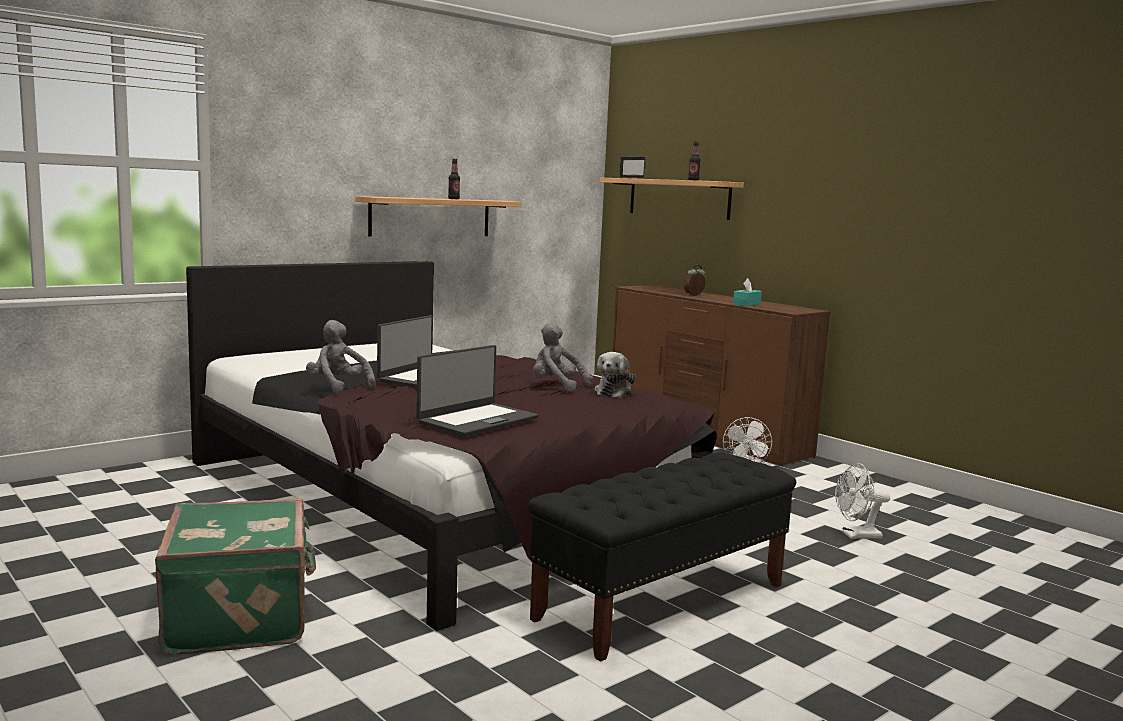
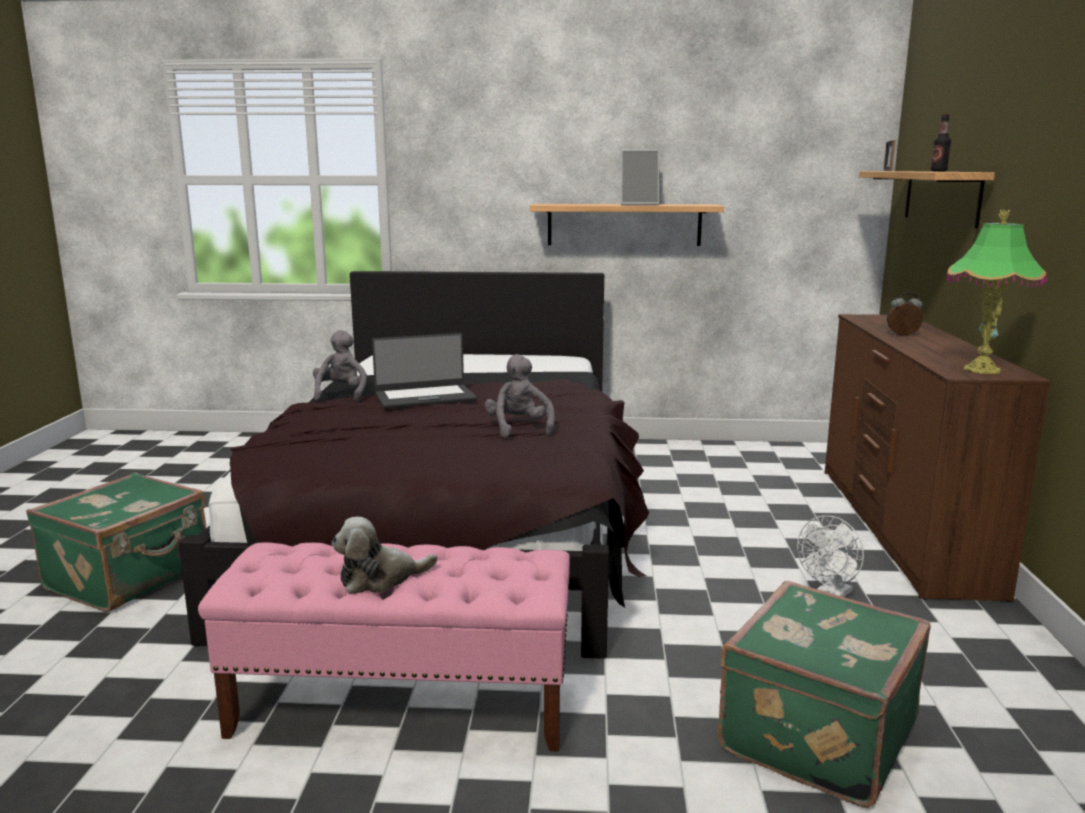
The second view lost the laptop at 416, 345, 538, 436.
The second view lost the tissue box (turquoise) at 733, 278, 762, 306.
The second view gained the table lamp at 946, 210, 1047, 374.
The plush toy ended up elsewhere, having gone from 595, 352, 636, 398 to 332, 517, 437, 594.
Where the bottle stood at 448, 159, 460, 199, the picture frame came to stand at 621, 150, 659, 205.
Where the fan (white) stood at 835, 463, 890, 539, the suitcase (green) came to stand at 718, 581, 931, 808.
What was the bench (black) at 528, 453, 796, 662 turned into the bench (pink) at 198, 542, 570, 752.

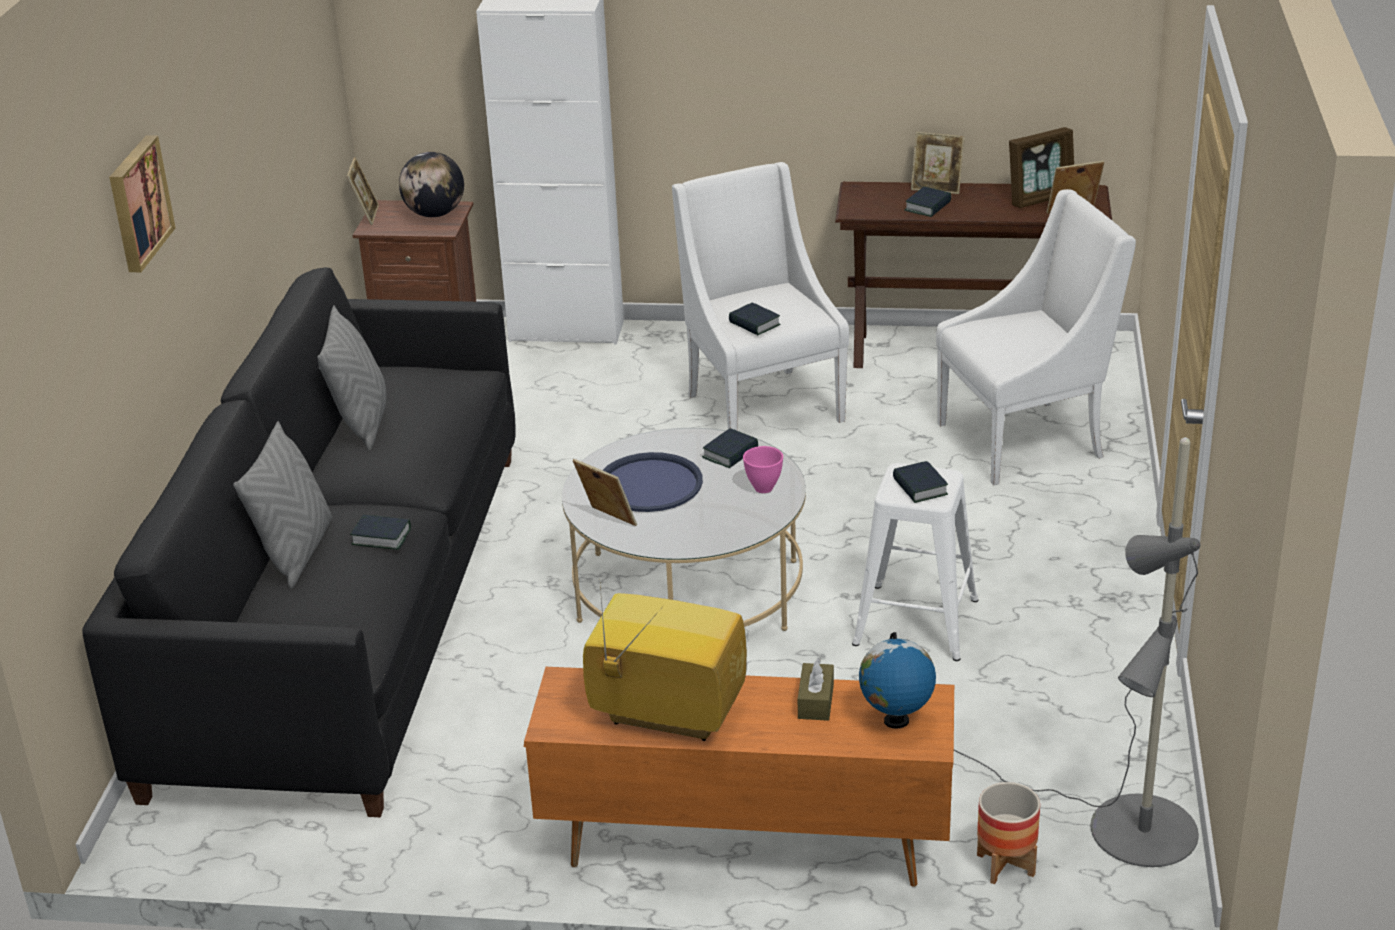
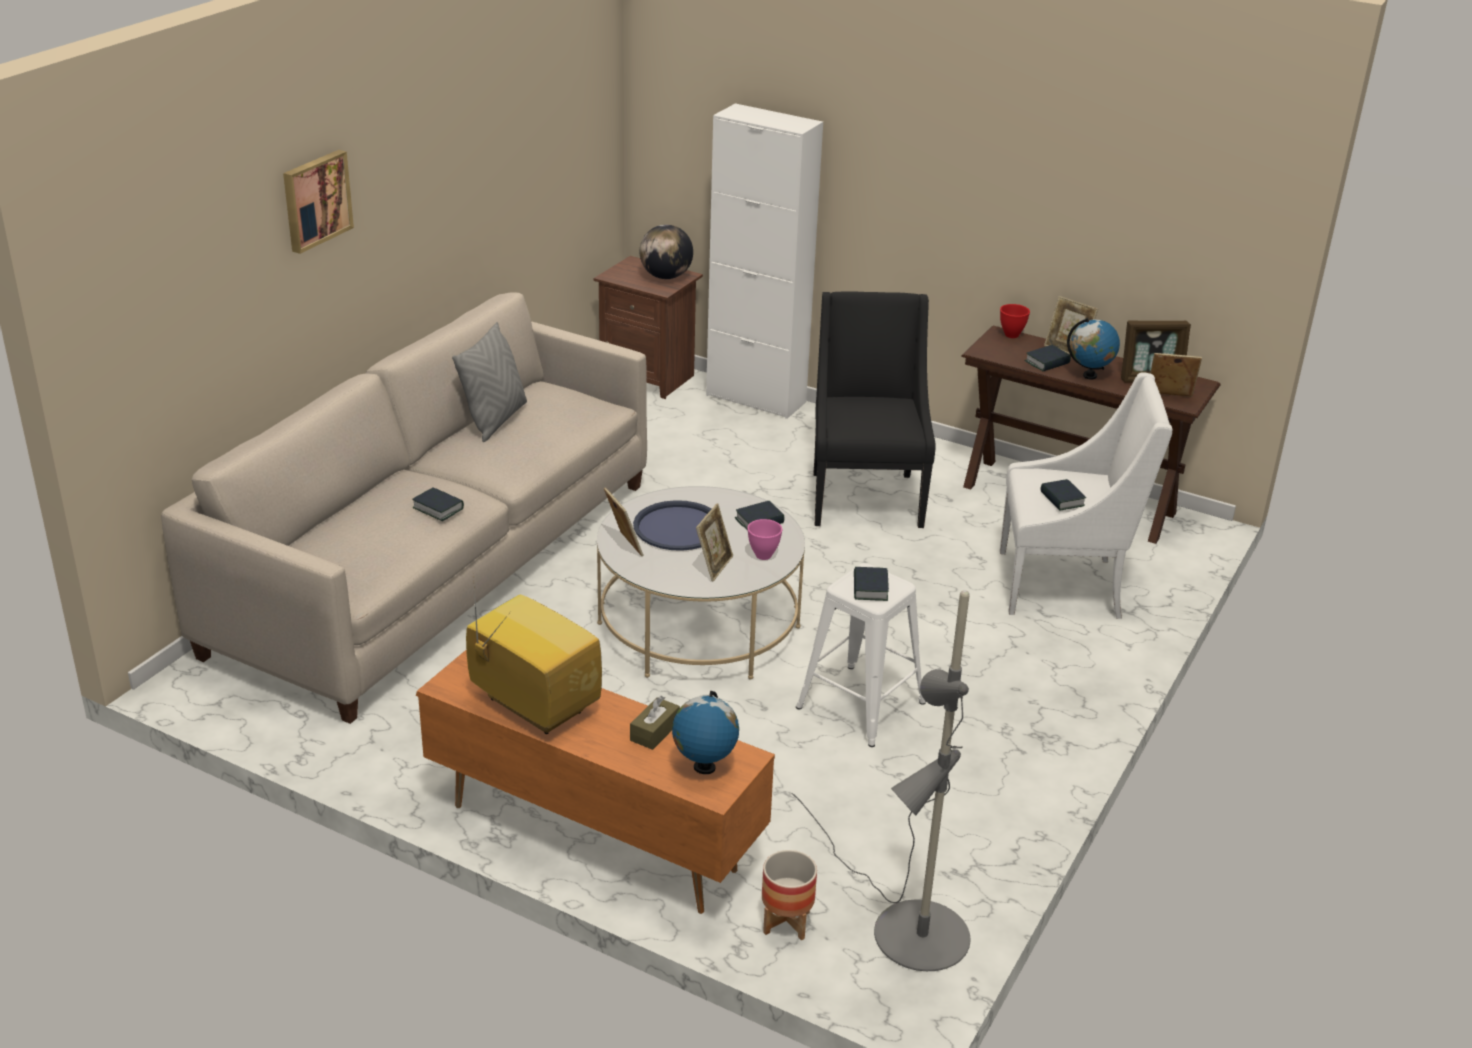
The second view lost the pillow (grey) at 233, 421, 332, 589.
The second view gained the bowl (red) at 1000, 304, 1030, 338.
The second view gained the globe at 1067, 318, 1120, 380.
The picture frame ended up elsewhere, having gone from 347, 157, 379, 225 to 696, 504, 733, 581.
The book ended up elsewhere, having gone from 729, 303, 780, 335 to 1041, 479, 1086, 511.
What was the sofa (black) at 82, 267, 516, 817 turned into the sofa (beige) at 161, 292, 647, 724.
What was the armchair (white) at 672, 162, 849, 430 turned into the armchair (black) at 813, 291, 936, 528.

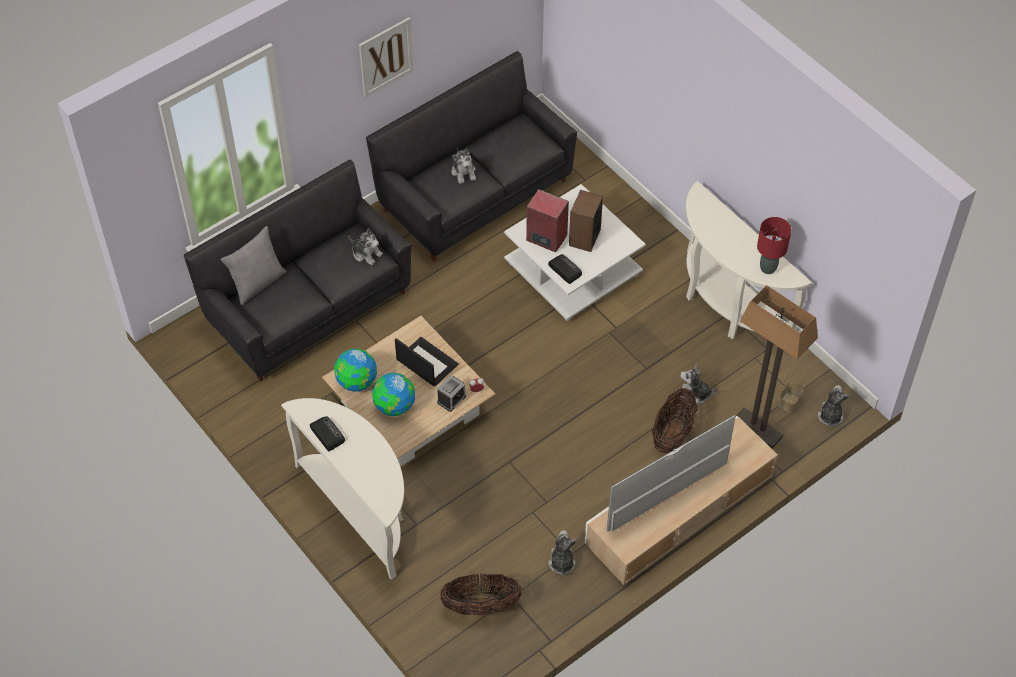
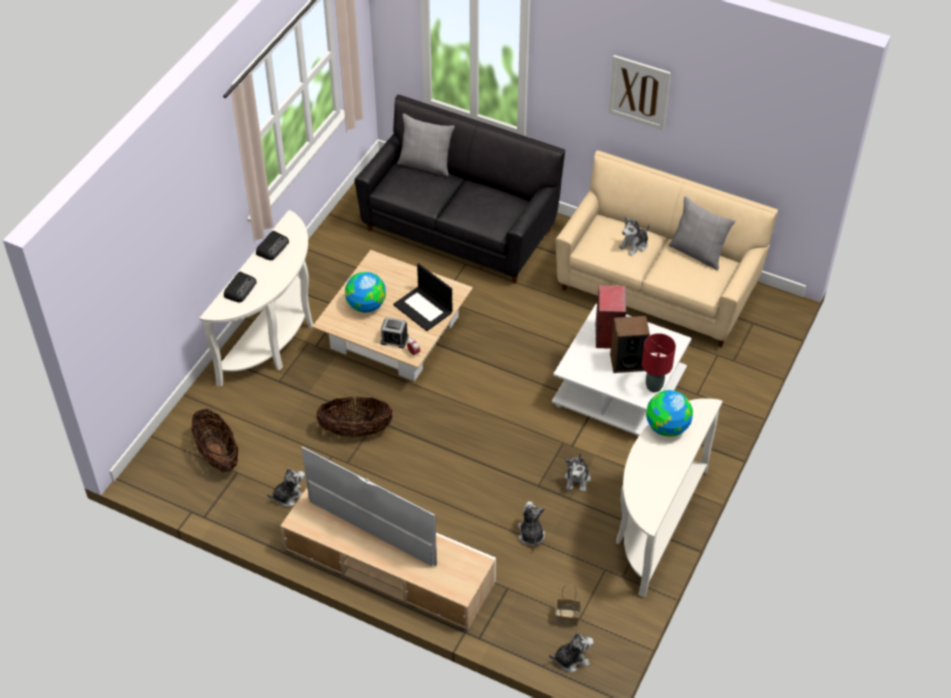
The second view lost the floor lamp at 736, 285, 818, 448.
The second view gained the pillow (grey) at 669, 196, 735, 270.
The globe ended up elsewhere, having gone from 334, 349, 377, 392 to 646, 390, 693, 437.
The plush toy ended up elsewhere, having gone from 348, 229, 383, 265 to 564, 452, 591, 492.
The radio ended up elsewhere, having gone from 548, 254, 582, 284 to 224, 272, 257, 302.
The basket ended up elsewhere, having gone from 652, 388, 697, 454 to 316, 396, 393, 437.
The table lamp (red) ended up elsewhere, having gone from 757, 217, 791, 274 to 642, 333, 676, 392.
What was the sofa (black) at 366, 51, 577, 261 turned into the sofa (beige) at 555, 150, 778, 347.
The laptop at 395, 337, 458, 386 ended up facing another way, 120 degrees clockwise from before.

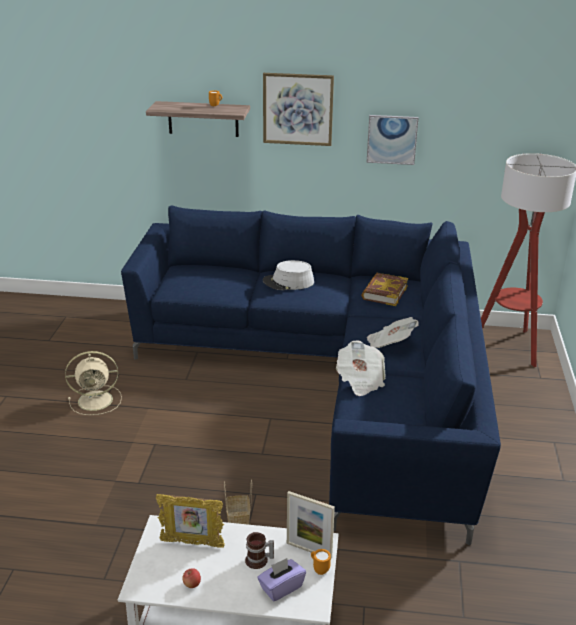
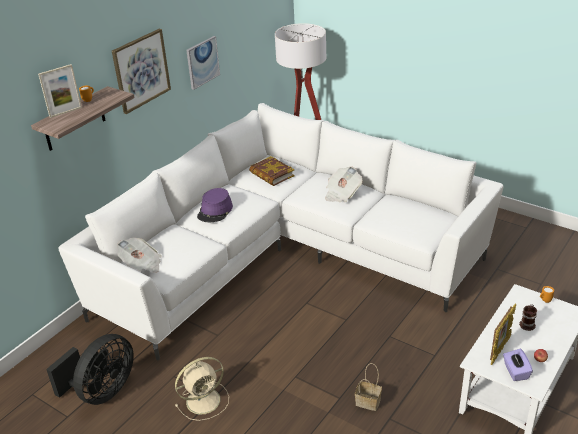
The second view gained the fan (black) at 46, 334, 134, 405.
The basket ended up elsewhere, having gone from 224, 479, 252, 525 to 355, 363, 382, 411.
The tissue box (purple) ended up elsewhere, having gone from 257, 558, 306, 601 to 503, 349, 533, 381.
The picture frame ended up elsewhere, having gone from 287, 491, 335, 559 to 38, 64, 82, 118.
The newspaper ended up elsewhere, having gone from 336, 340, 386, 396 to 117, 238, 161, 273.
What was the sofa (blue) at 121, 205, 501, 545 turned into the sofa (white) at 58, 103, 504, 361.
What was the hat (grey) at 263, 260, 314, 290 turned into the hat (purple) at 197, 188, 233, 222.
The fan (beige) at 65, 351, 122, 415 ended up facing another way, 45 degrees clockwise from before.

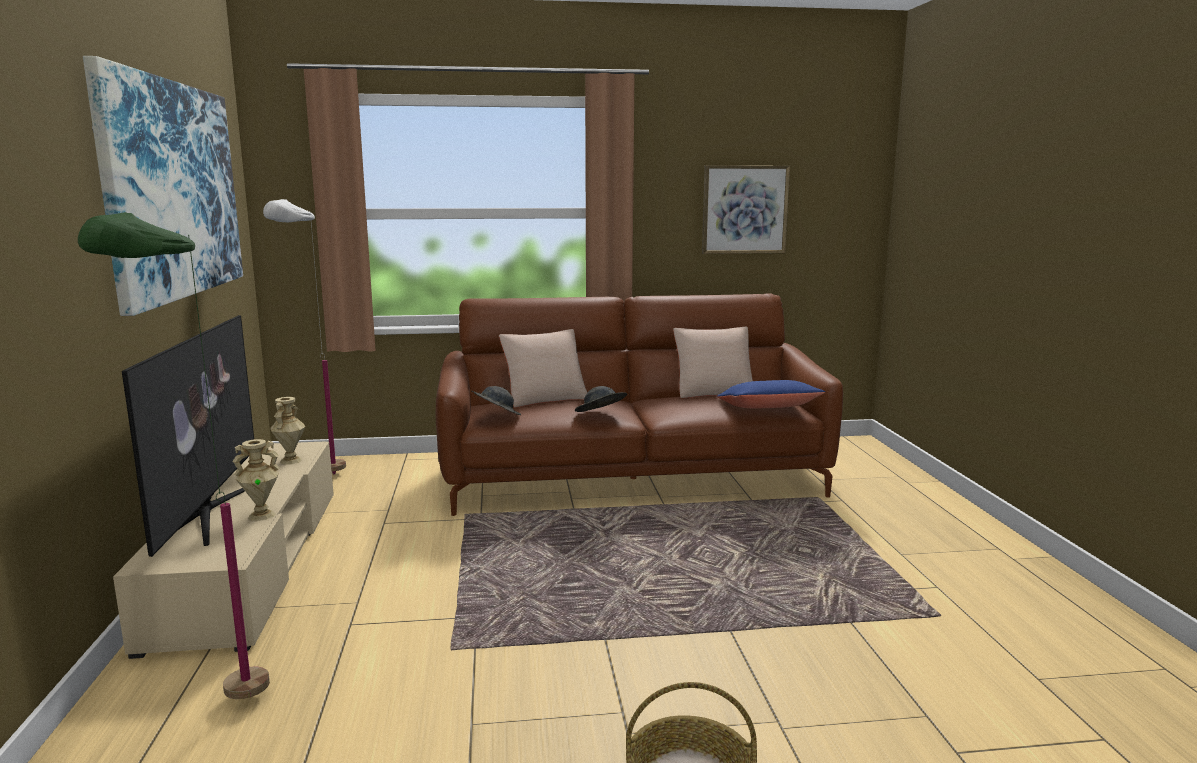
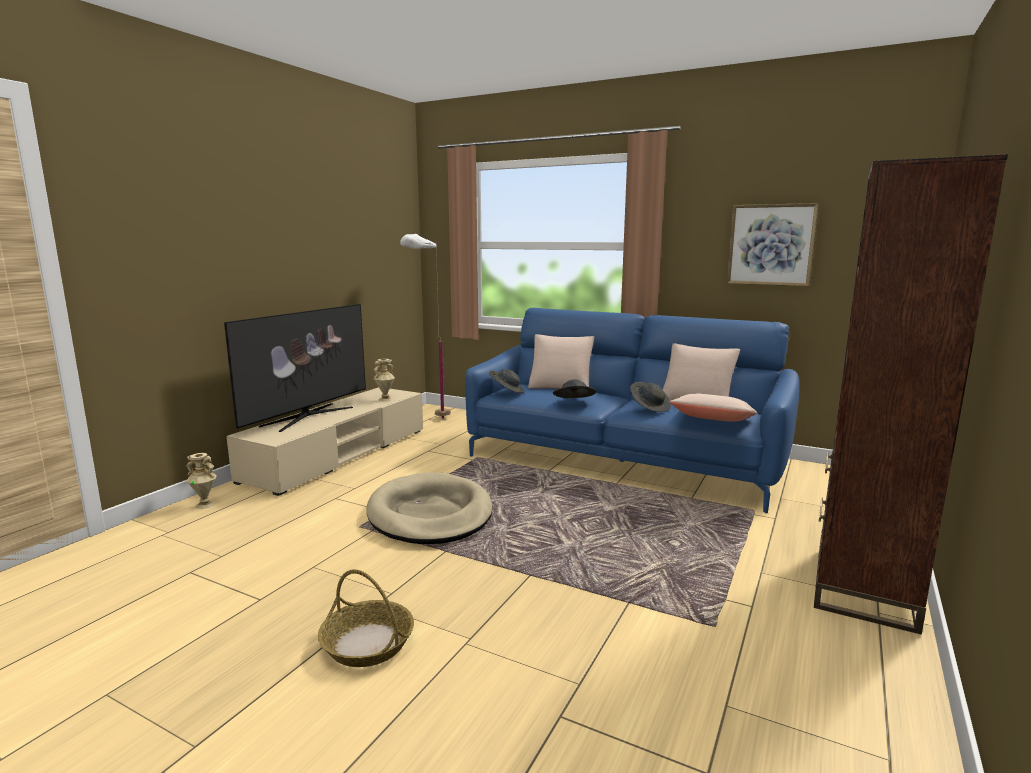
The second view lost the floor lamp (green) at 78, 212, 270, 699.
The second view lost the picture at 83, 56, 243, 316.
The second view gained the dog bed (beige) at 366, 472, 493, 544.
The second view gained the hat (grey) at 630, 382, 671, 412.
The second view gained the bookcase (brown) at 814, 154, 1008, 634.
The vase (beige) ended up elsewhere, having gone from 232, 439, 280, 521 to 186, 453, 217, 509.
What was the sofa (brown) at 436, 294, 843, 516 turned into the sofa (blue) at 465, 308, 799, 513.
What was the pillow (blue) at 717, 380, 825, 408 turned into the pillow (beige) at 670, 393, 758, 422.

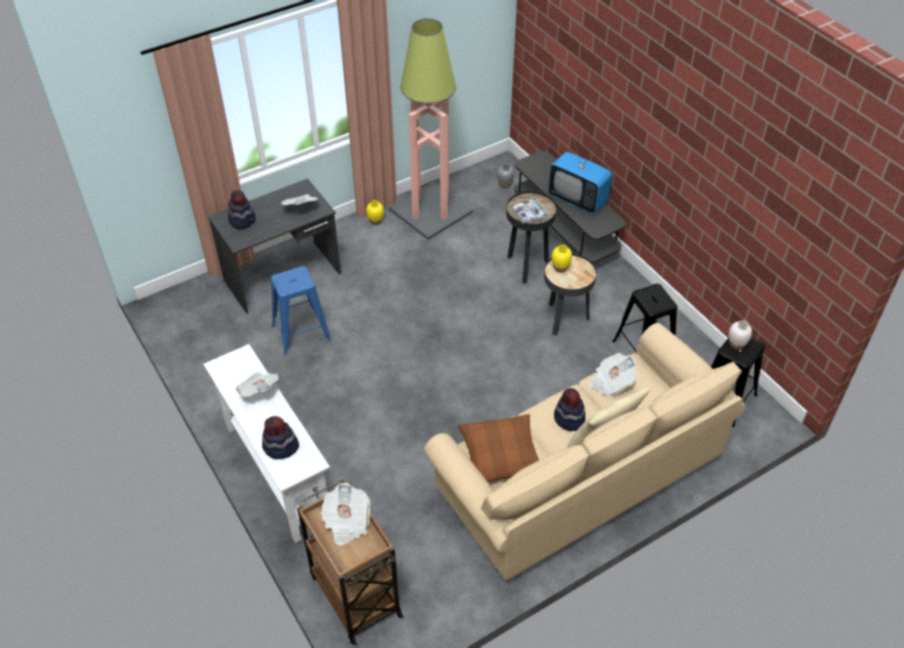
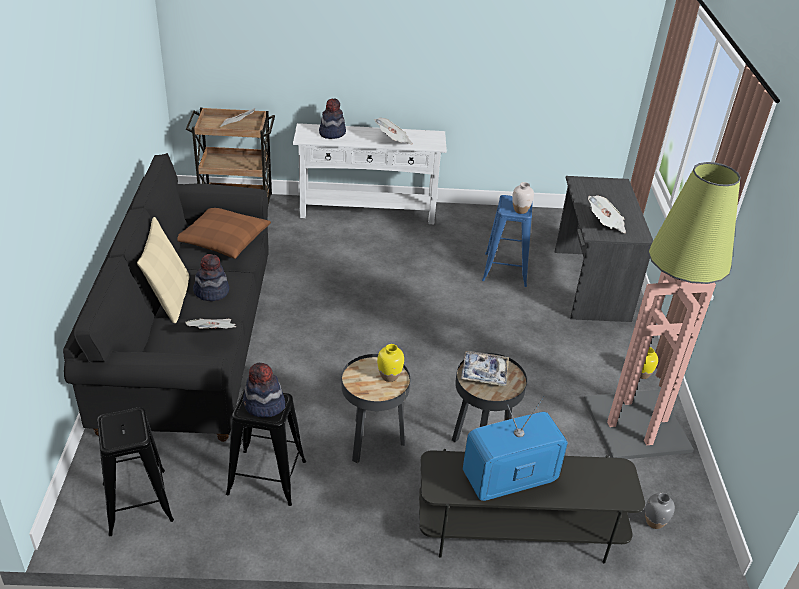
The hat ended up elsewhere, having gone from 228, 190, 255, 229 to 243, 363, 285, 418.
The vase (white) ended up elsewhere, having gone from 729, 320, 752, 350 to 512, 182, 534, 214.
What was the sofa (beige) at 424, 323, 745, 580 turned into the sofa (black) at 63, 153, 269, 442.

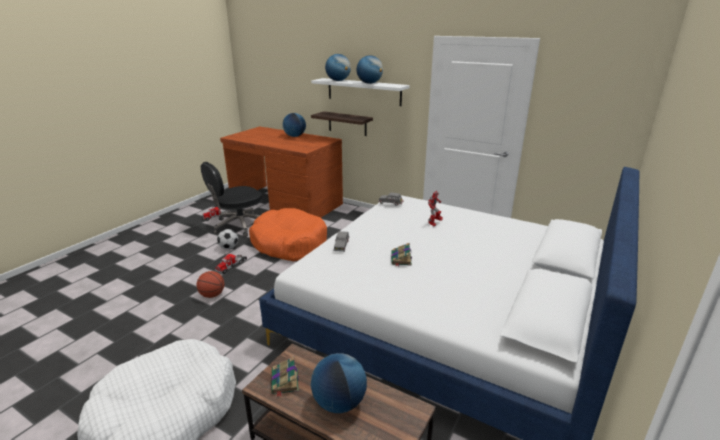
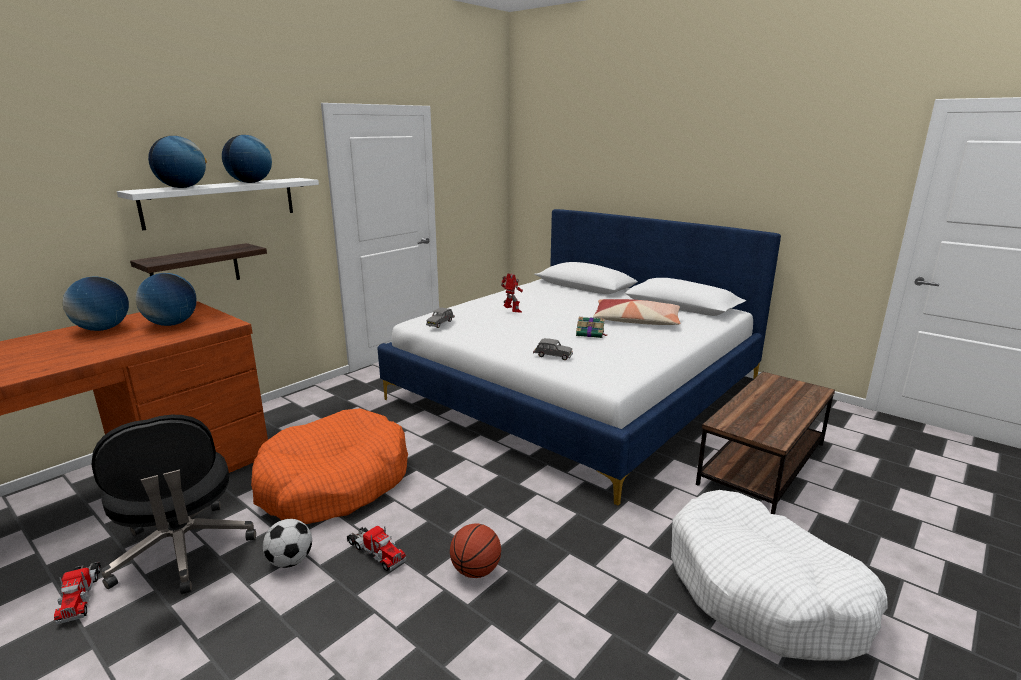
The second view lost the book at 271, 356, 299, 397.
The second view gained the pillow at 593, 299, 681, 325.
The globe ended up elsewhere, having gone from 311, 353, 367, 413 to 136, 273, 197, 326.

